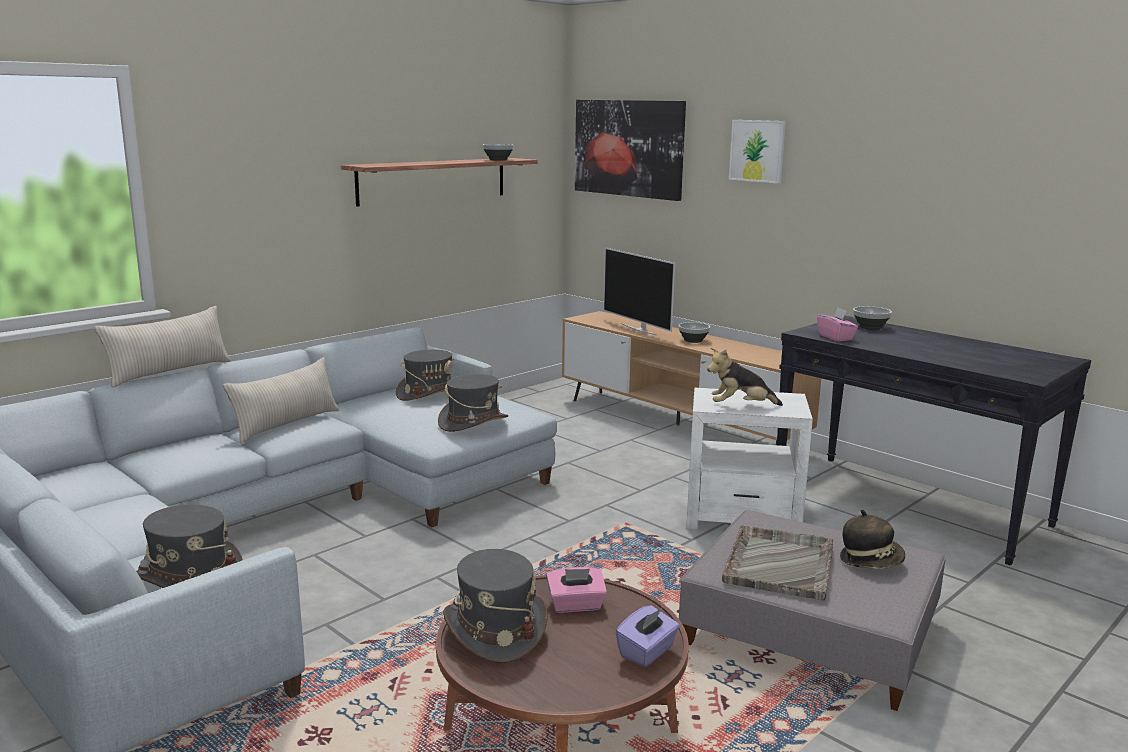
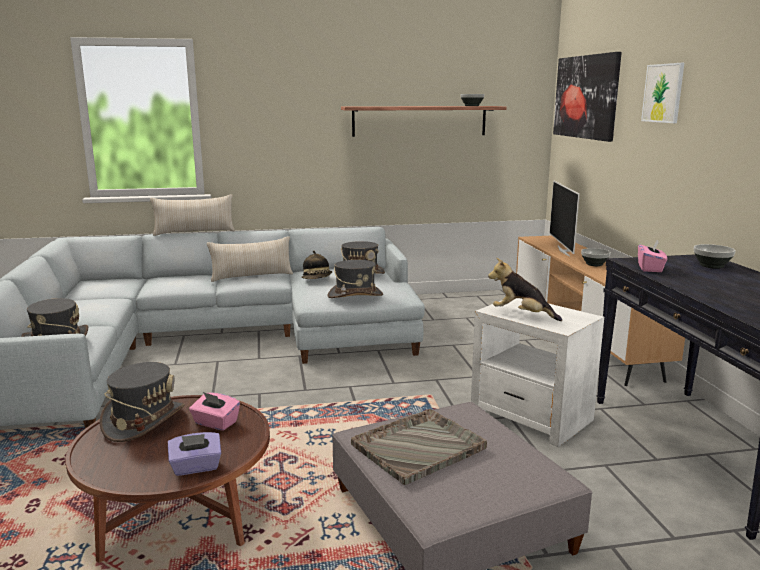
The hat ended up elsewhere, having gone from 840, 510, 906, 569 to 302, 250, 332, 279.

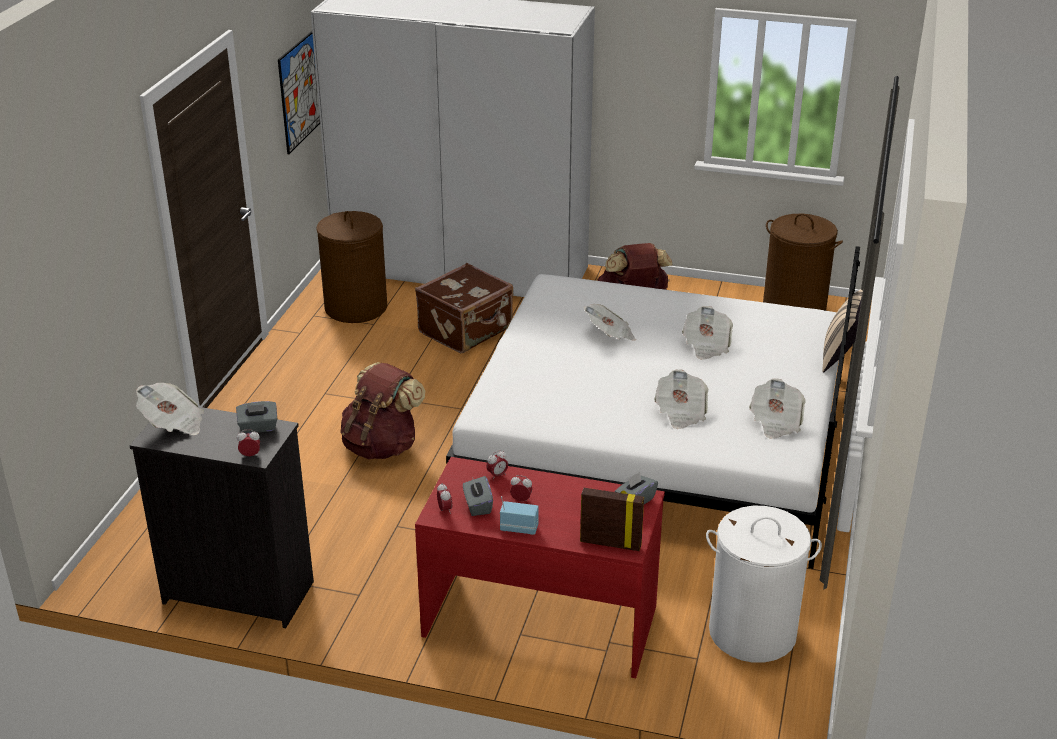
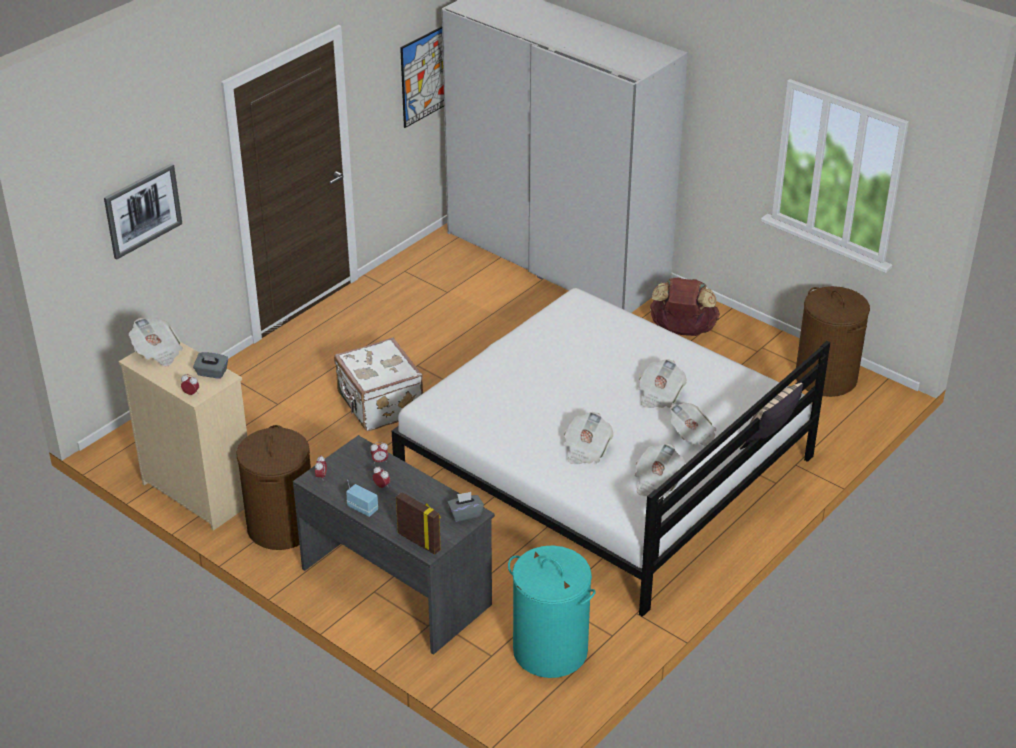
The second view lost the suitcase (brown) at 415, 263, 513, 353.
The second view lost the tissue box (grey) at 463, 476, 493, 516.
The second view gained the picture at 104, 163, 182, 259.
The laundry basket (brown) ended up elsewhere, having gone from 316, 211, 387, 323 to 236, 425, 311, 550.
The newspaper ended up elsewhere, having gone from 584, 304, 636, 341 to 670, 403, 716, 447.
Where the backpack (brown) stood at 340, 362, 425, 459, the suitcase (white) came to stand at 334, 338, 423, 431.
What was the dresser (black) at 129, 407, 314, 628 turned into the dresser (beige) at 118, 342, 247, 531.
What was the desk (red) at 415, 457, 665, 678 turned into the desk (grey) at 293, 435, 495, 655.
What was the laundry basket (white) at 706, 506, 822, 663 turned into the laundry basket (turquoise) at 508, 545, 596, 678.

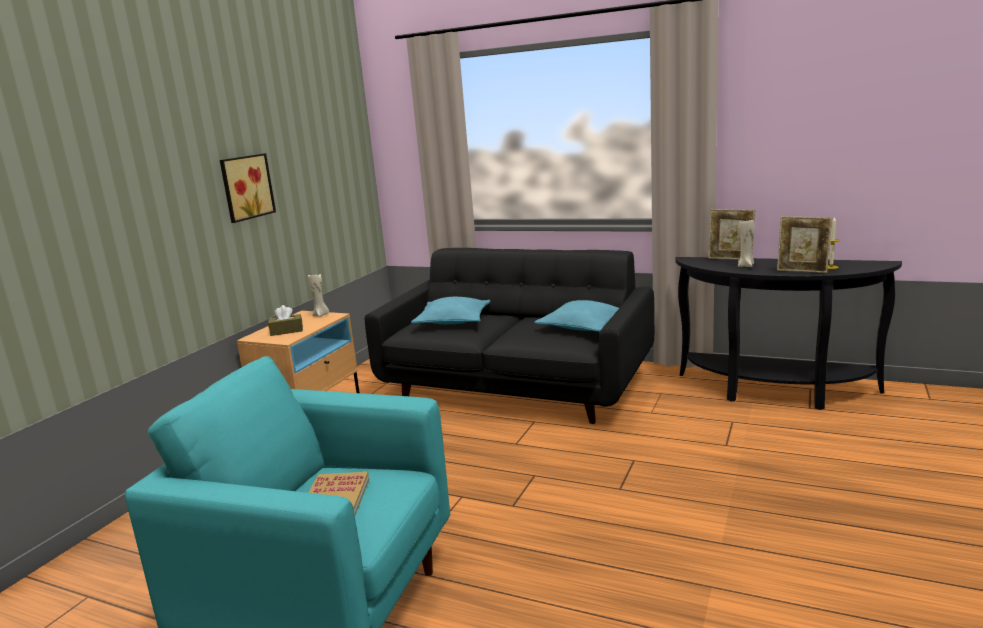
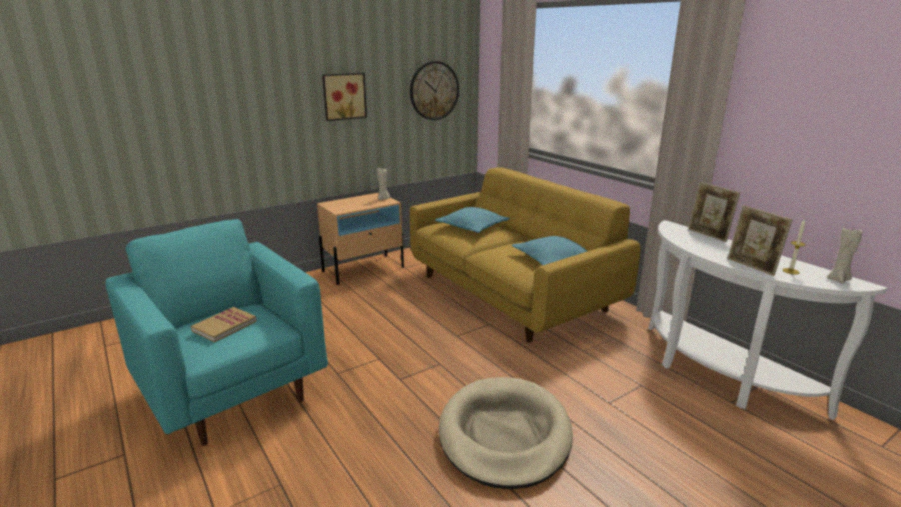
The second view lost the tissue box (brown) at 268, 305, 303, 336.
The second view gained the wall clock at 410, 61, 459, 120.
The second view gained the dog bed (beige) at 439, 377, 573, 489.
The candle (beige) ended up elsewhere, having gone from 738, 220, 754, 267 to 827, 227, 862, 283.
What was the sofa (black) at 365, 248, 655, 424 turned into the sofa (yellow) at 410, 167, 641, 343.
What was the console table (black) at 676, 257, 902, 410 turned into the console table (white) at 648, 220, 887, 420.

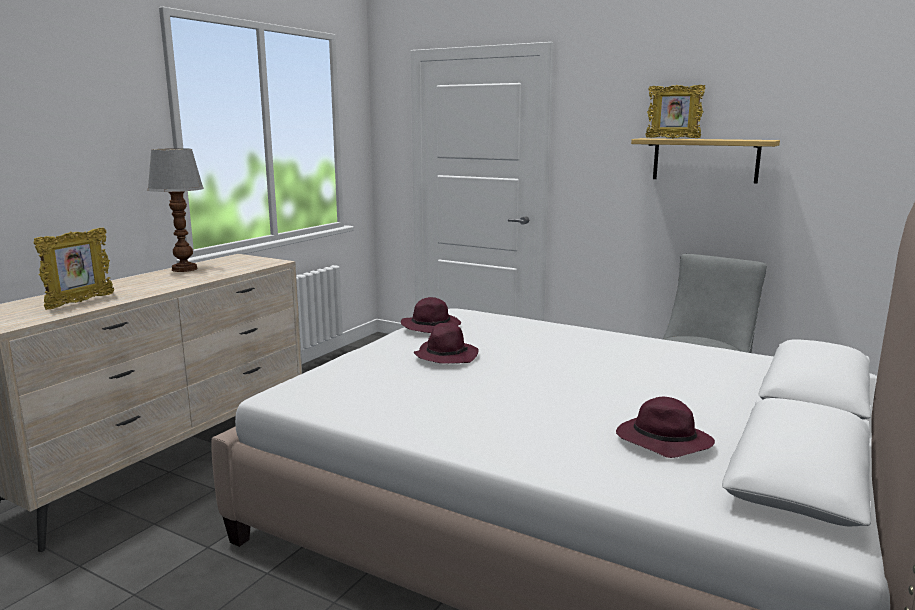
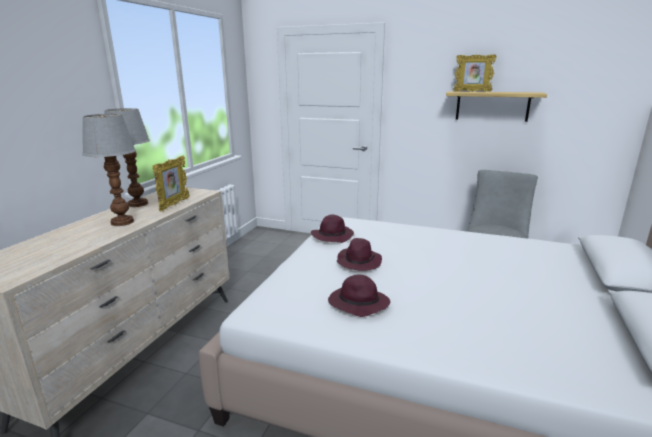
The second view gained the table lamp at 82, 114, 136, 226.
The picture frame ended up elsewhere, having gone from 34, 228, 114, 310 to 153, 156, 189, 211.
The hat (purple) ended up elsewhere, having gone from 616, 397, 715, 458 to 328, 274, 390, 317.

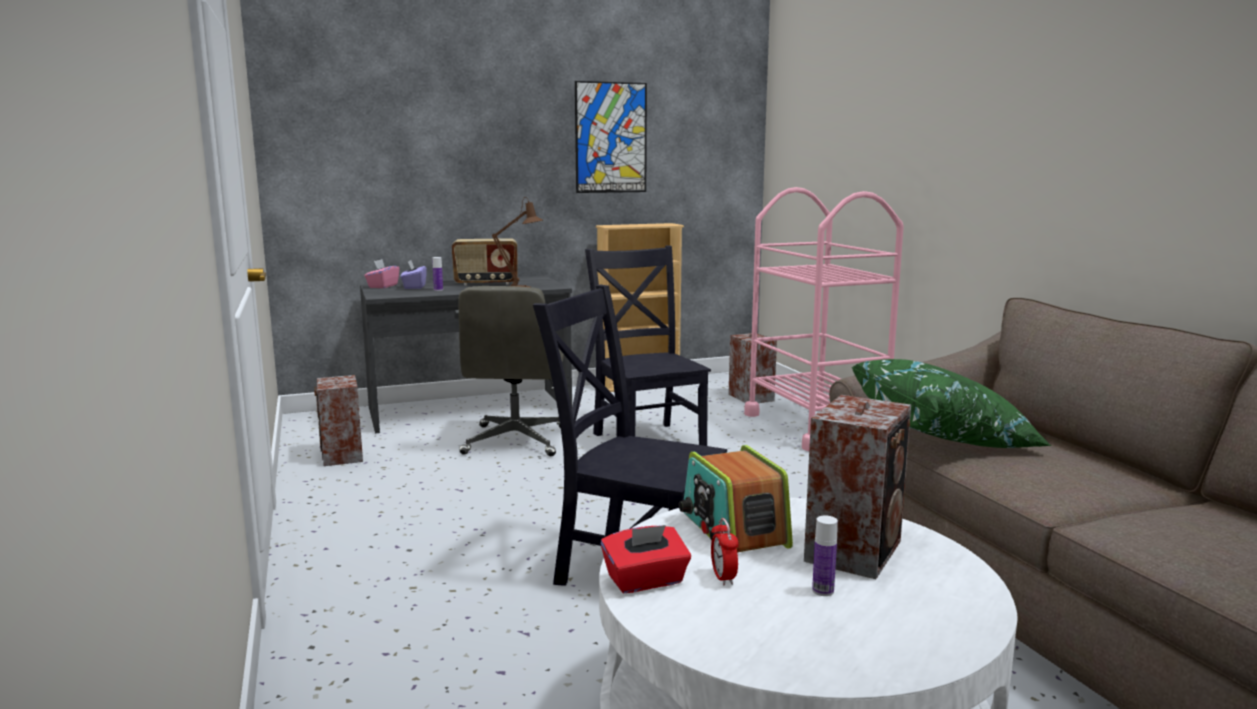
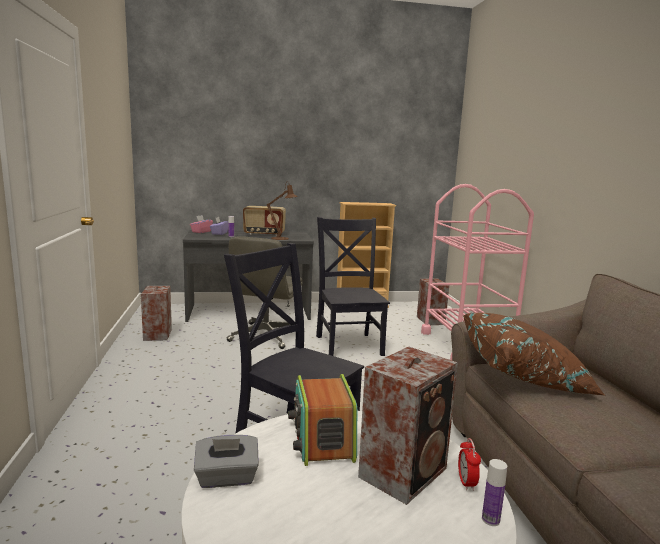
The second view lost the picture at 575, 81, 647, 193.
The alarm clock ended up elsewhere, having gone from 711, 518, 738, 585 to 458, 438, 481, 491.
The bottle ended up elsewhere, having gone from 812, 515, 838, 596 to 482, 459, 507, 526.
What was the tissue box (red) at 601, 525, 691, 594 turned into the tissue box (grey) at 194, 435, 259, 488.
What was the pillow (green) at 852, 359, 1051, 448 turned into the pillow (brown) at 463, 313, 606, 396.

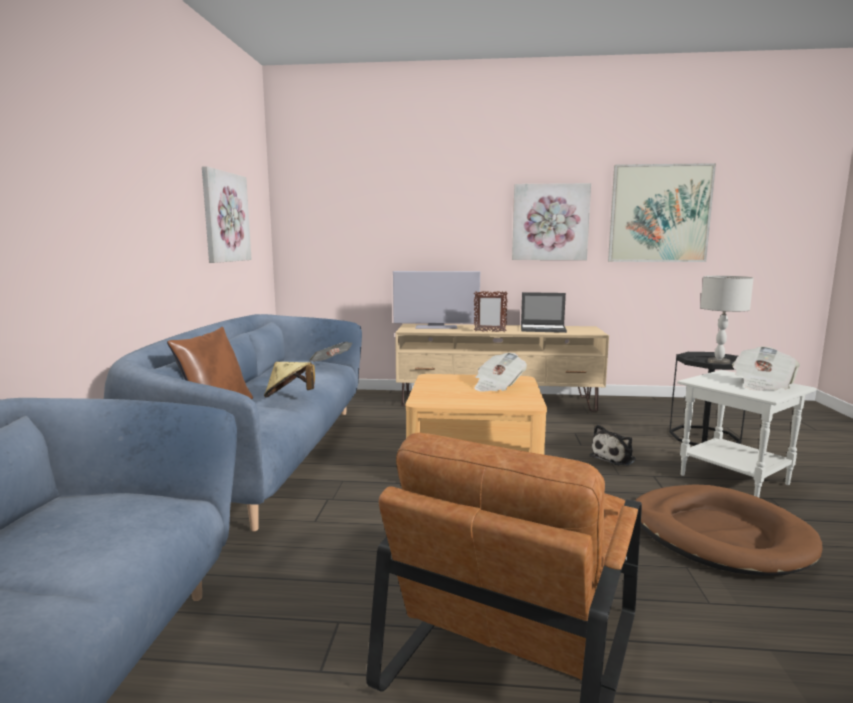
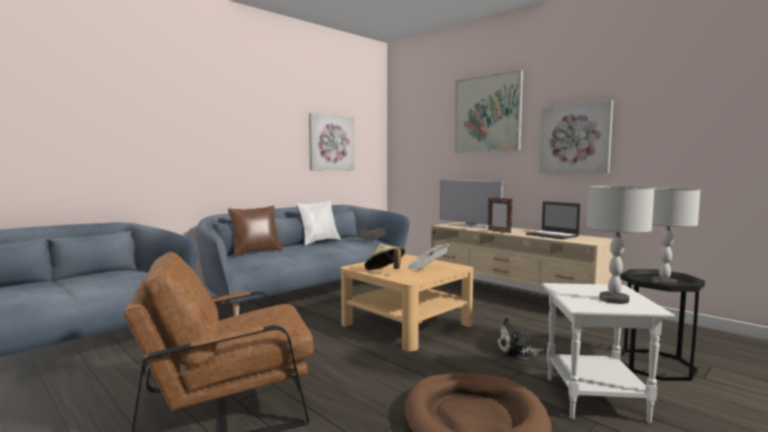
The second view gained the pillow (white) at 296, 201, 341, 246.
The hat (beige) ended up elsewhere, having gone from 264, 362, 315, 398 to 365, 244, 405, 270.
The picture ended up elsewhere, having gone from 608, 163, 716, 262 to 454, 70, 523, 152.
Where the newspaper stood at 732, 346, 800, 391, the table lamp (grey) came to stand at 587, 186, 654, 304.

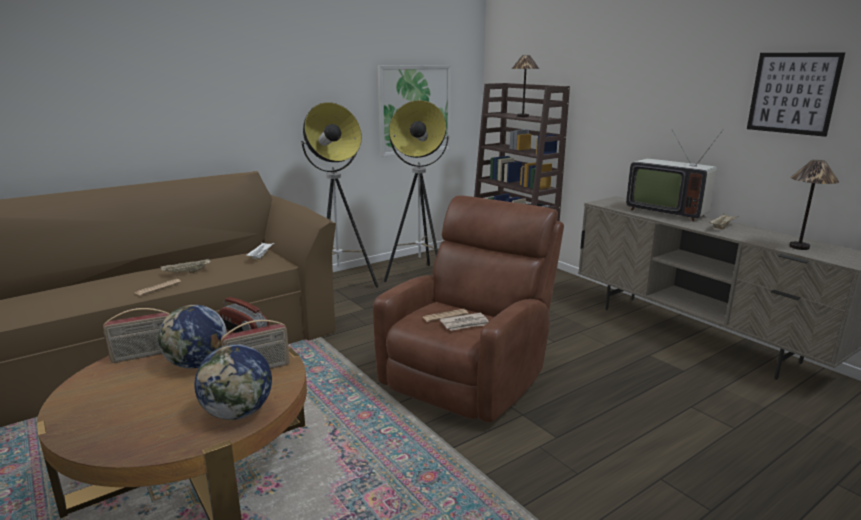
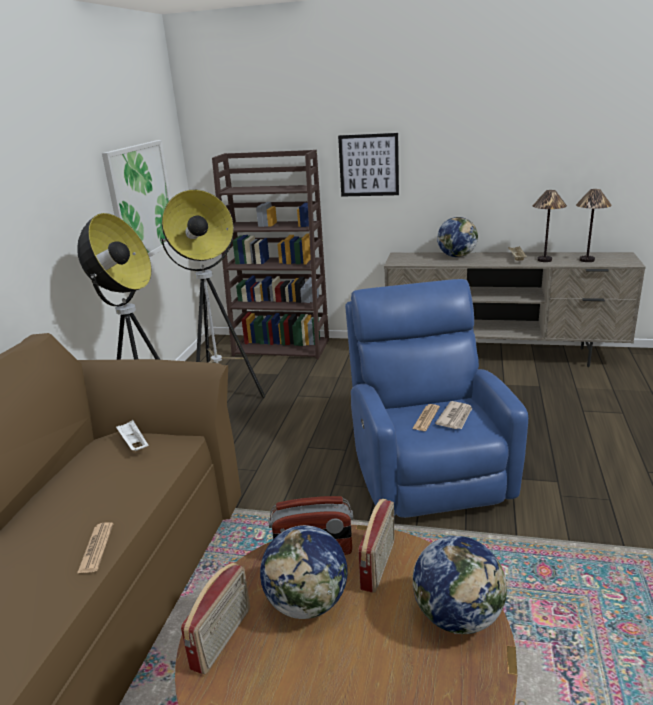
The second view lost the tray (beige) at 161, 258, 211, 273.
The table lamp ended up elsewhere, having gone from 512, 55, 539, 117 to 533, 190, 567, 262.
The picture ended up elsewhere, having gone from 747, 52, 845, 137 to 338, 133, 399, 197.
Where the television stood at 626, 130, 723, 221, the globe came to stand at 437, 217, 478, 257.
What was the armchair (brown) at 373, 195, 564, 422 turned into the armchair (blue) at 345, 279, 528, 518.

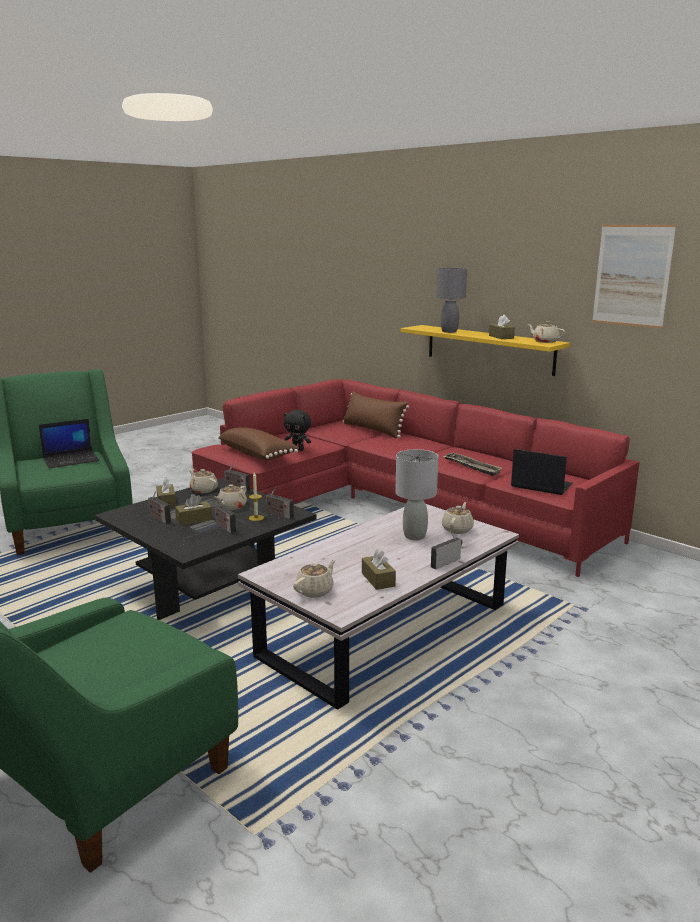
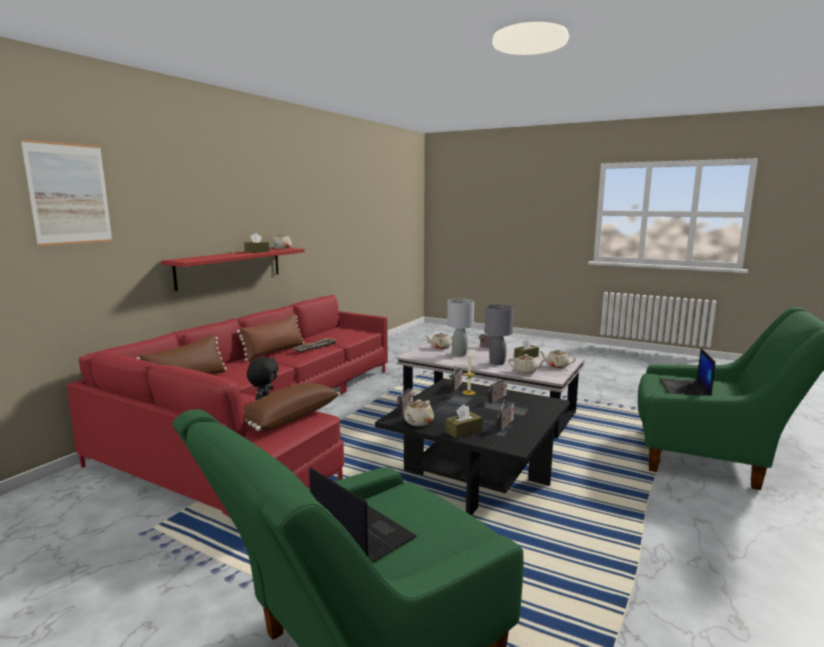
The second view lost the tissue box (brown) at 175, 494, 212, 525.
The second view gained the pillow (brown) at 237, 313, 304, 361.
The teapot (beige) ended up elsewhere, having gone from 214, 484, 247, 510 to 508, 354, 545, 374.
The table lamp (grey) ended up elsewhere, having gone from 436, 268, 467, 333 to 484, 304, 514, 365.
The laptop ended up elsewhere, having gone from 511, 449, 572, 495 to 659, 348, 715, 396.
The picture ended up elsewhere, having gone from 592, 225, 676, 329 to 20, 139, 113, 246.
What was the shelf (yellow) at 401, 325, 570, 376 turned into the shelf (red) at 161, 248, 305, 291.

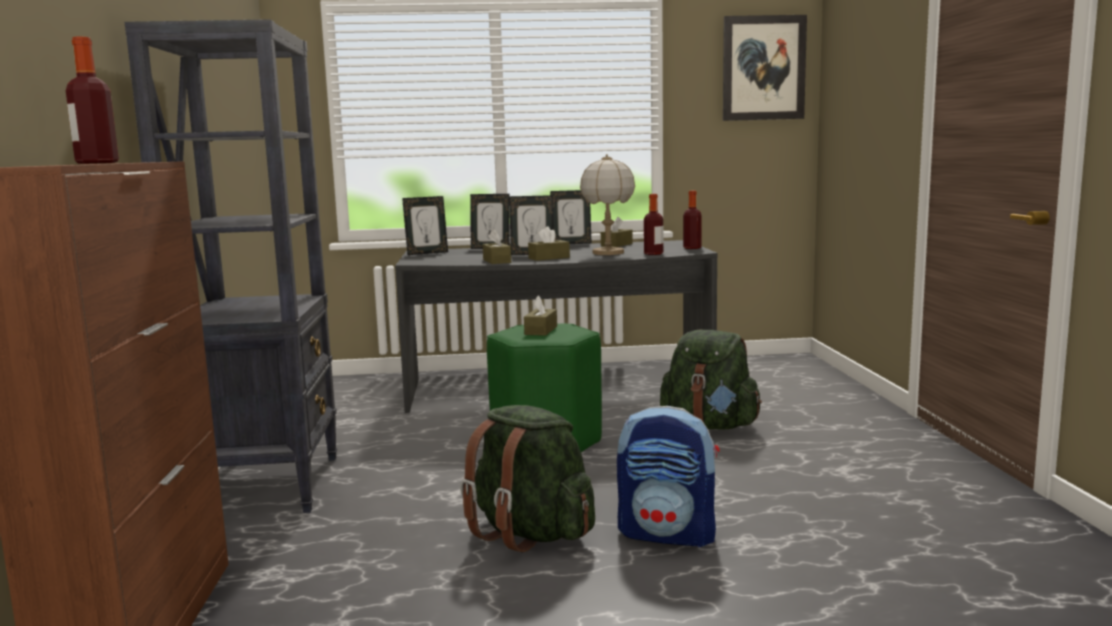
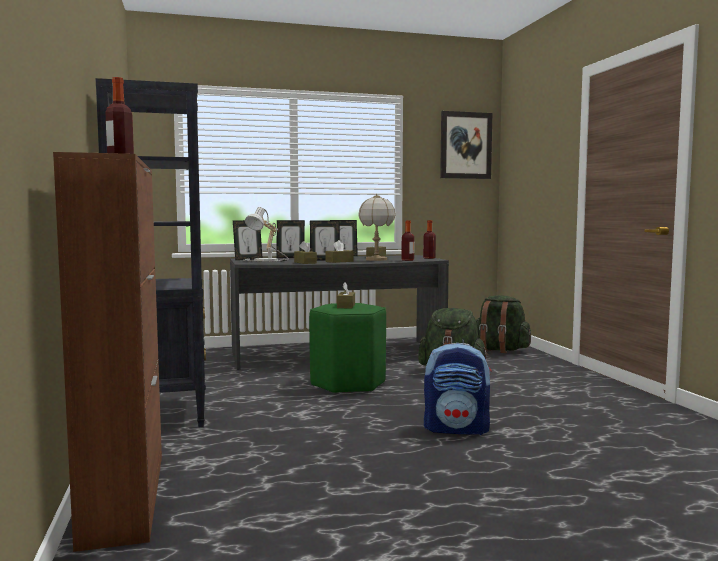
The second view gained the table lamp at 243, 207, 289, 262.
The backpack (green) ended up elsewhere, having gone from 460, 405, 595, 552 to 476, 295, 531, 353.

